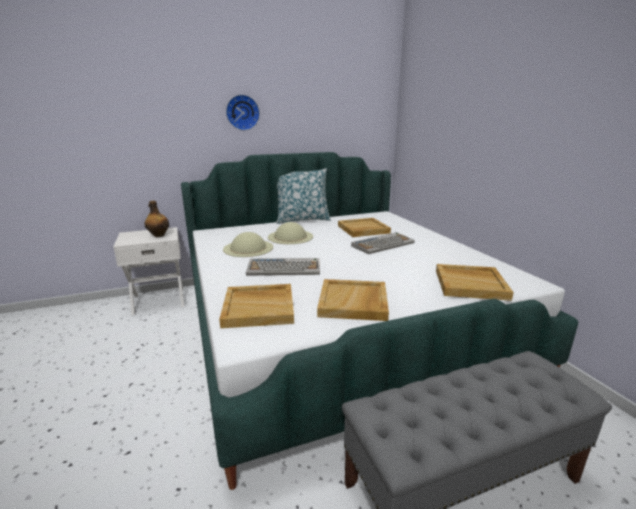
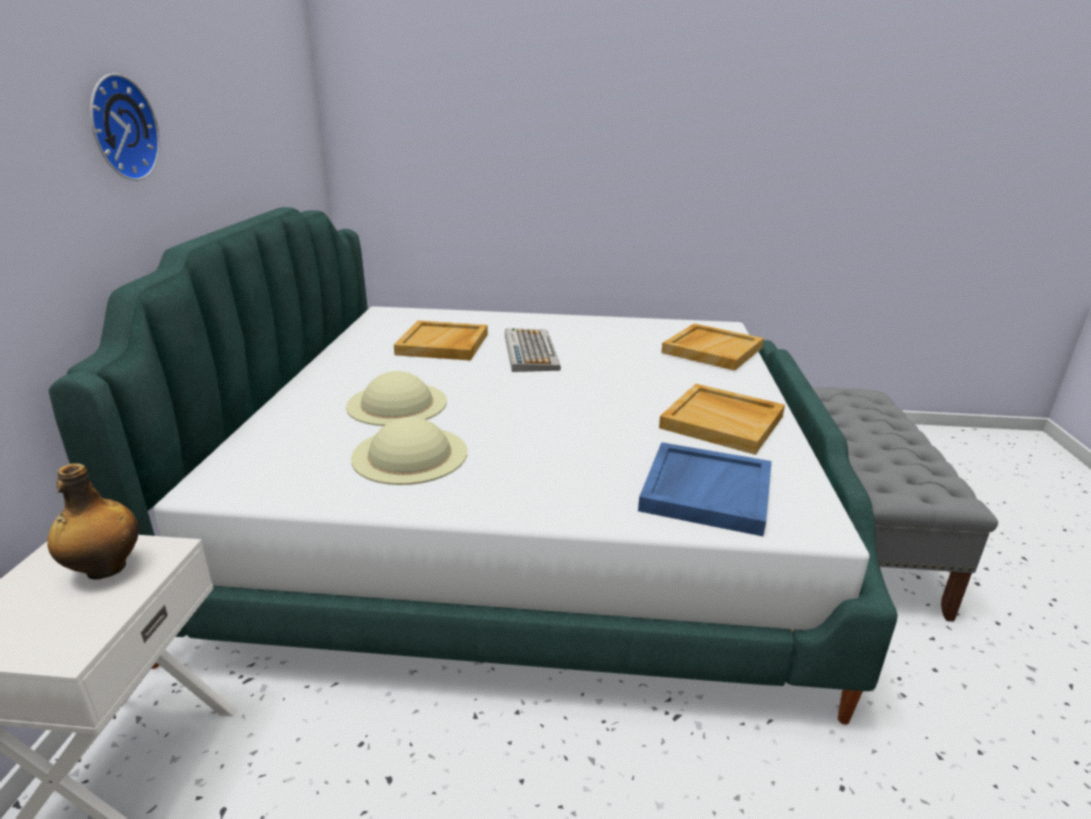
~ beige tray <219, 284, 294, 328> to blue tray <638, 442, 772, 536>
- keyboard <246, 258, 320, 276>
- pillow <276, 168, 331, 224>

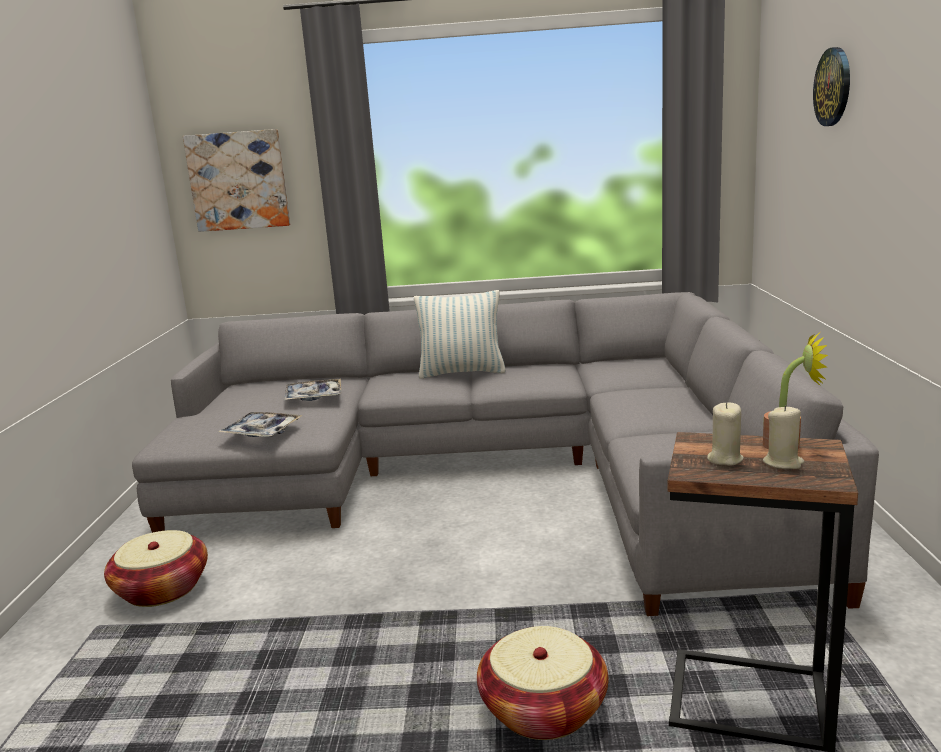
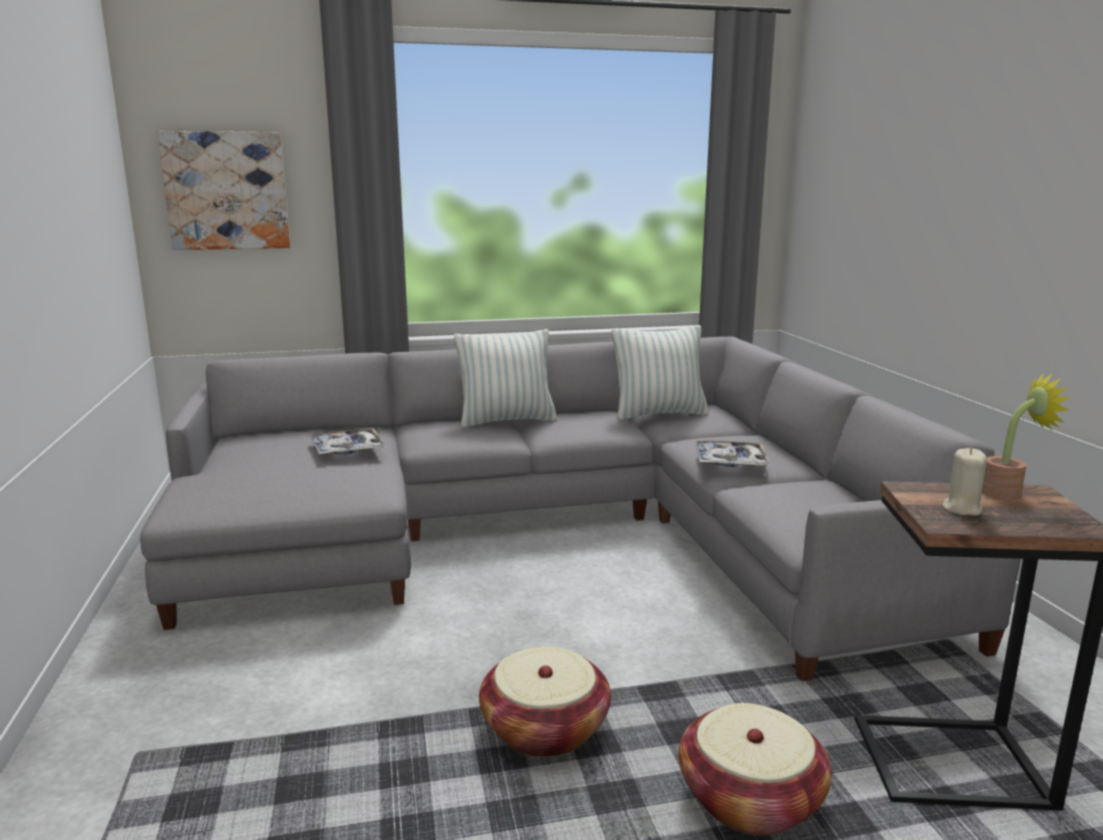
~ basket <104, 530, 208, 607> to <479, 647, 611, 757>
+ pillow <611, 325, 709, 420>
~ tray <218, 412, 303, 437> to <695, 441, 771, 467>
- beige candle <763, 405, 804, 469>
- wall clock <813, 47, 850, 126>

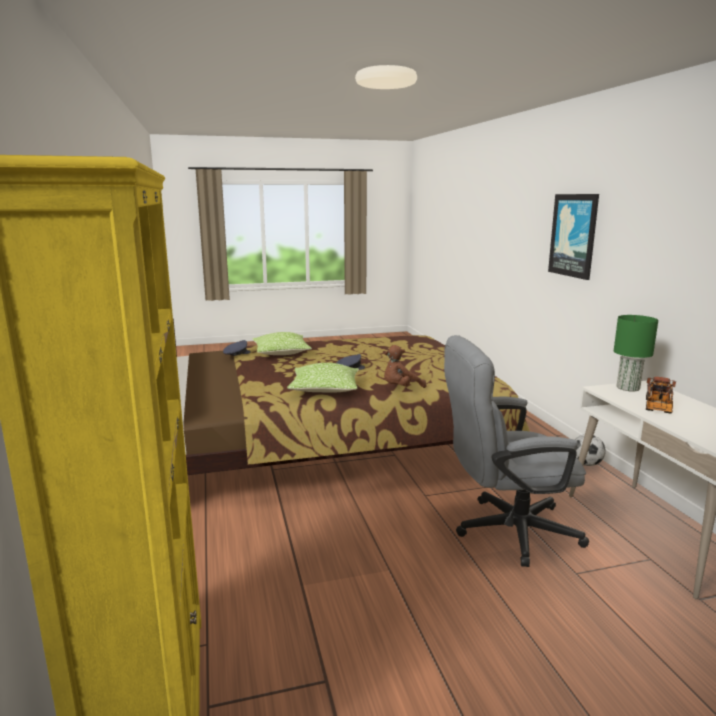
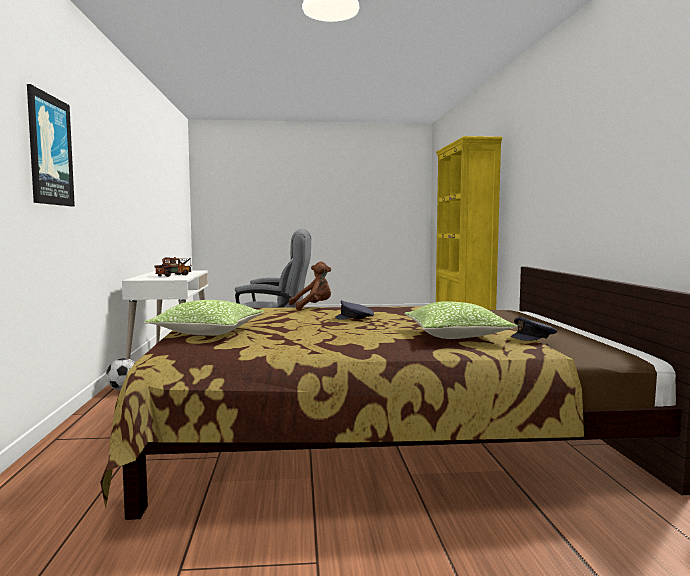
~ pillow <287, 363, 359, 393> to <144, 300, 263, 336>
- green table lamp <614, 315, 658, 392>

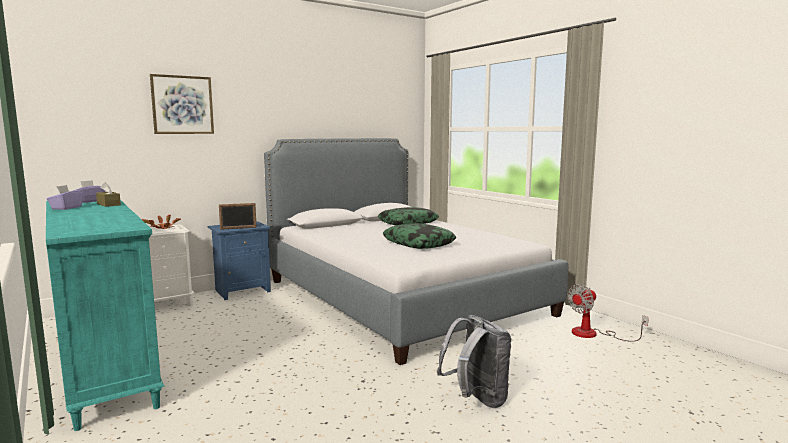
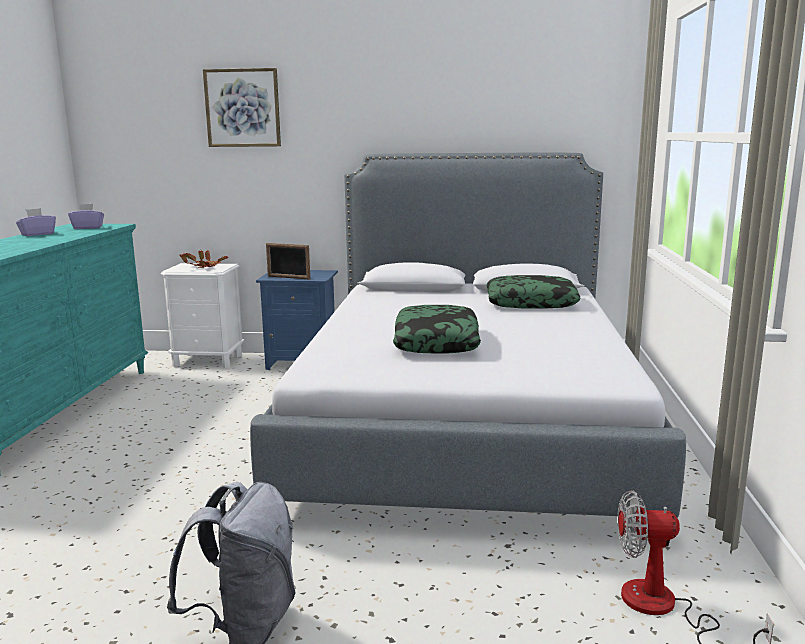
- brown tissue box <96, 182, 121, 207>

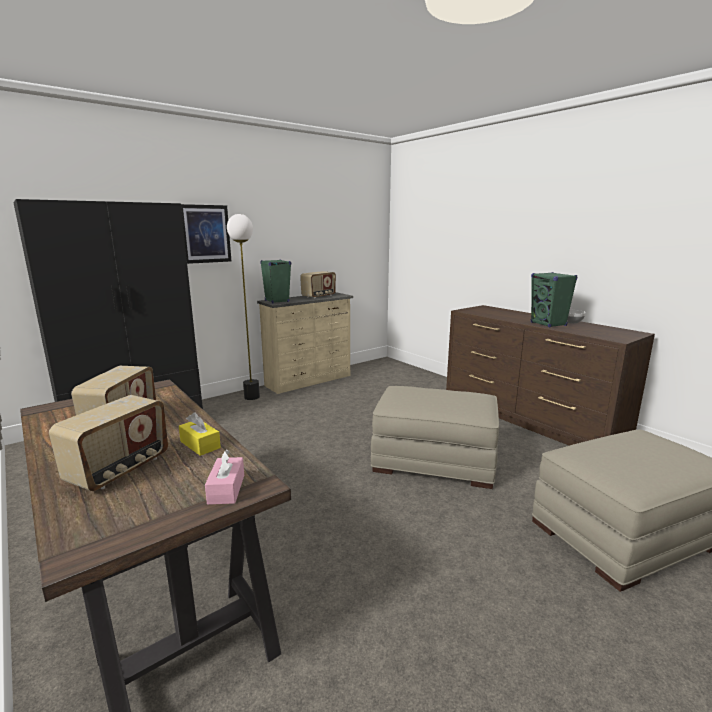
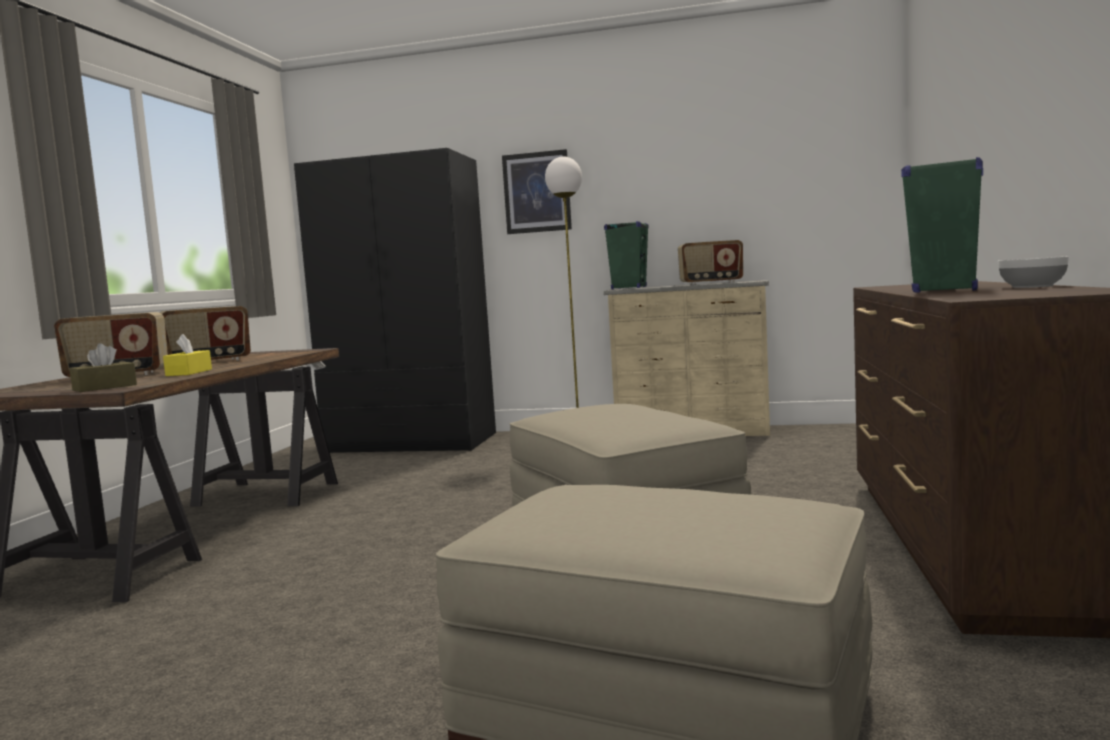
~ pink tissue box <205, 450, 244, 505> to brown tissue box <69, 343, 137, 392>

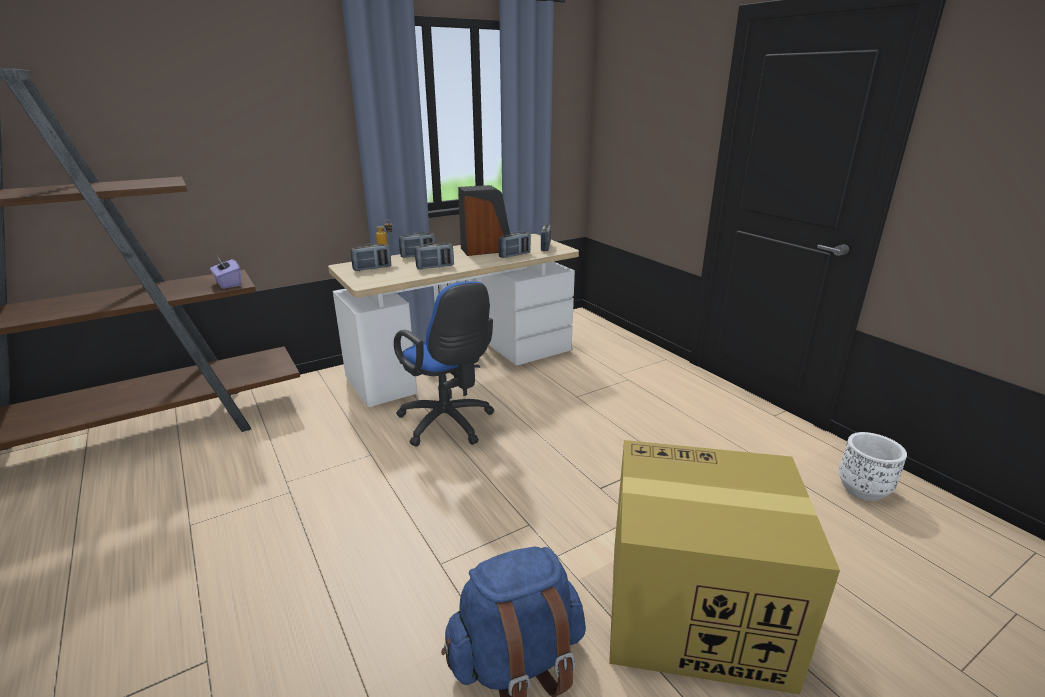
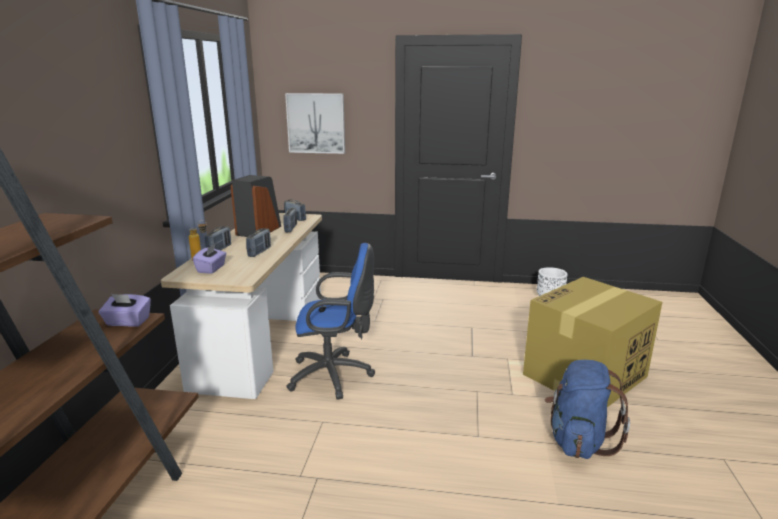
~ radio <350, 243, 391, 271> to purple tissue box <193, 244, 226, 274>
+ picture <285, 93, 345, 154>

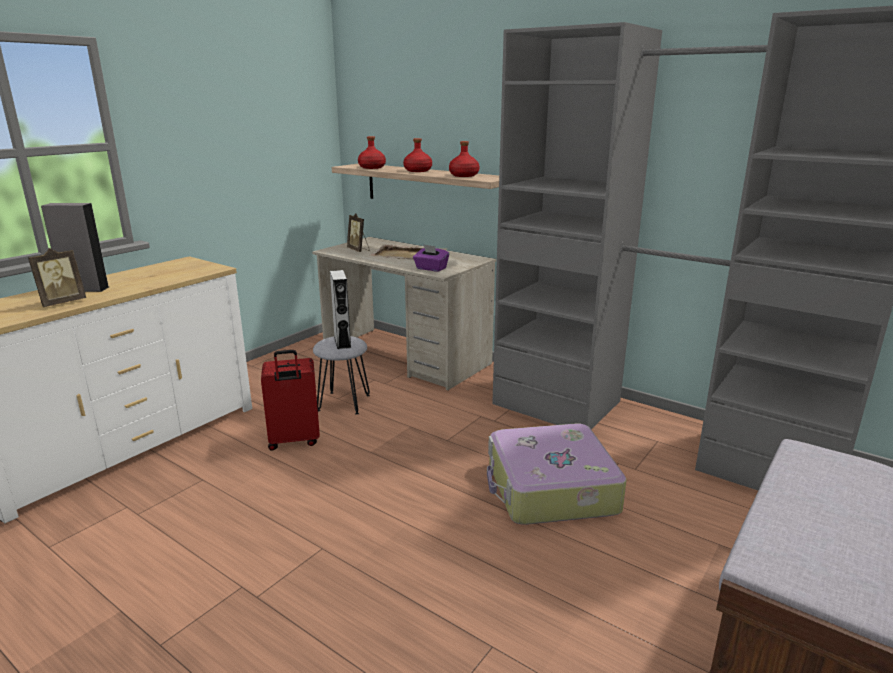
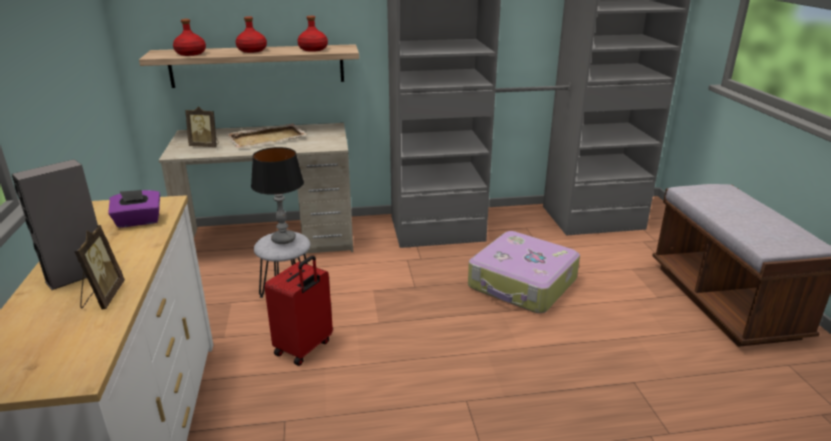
~ purple tissue box <413, 244, 449, 272> to <108, 190, 160, 228>
~ grey speaker <330, 270, 351, 349> to table lamp <251, 147, 304, 244>

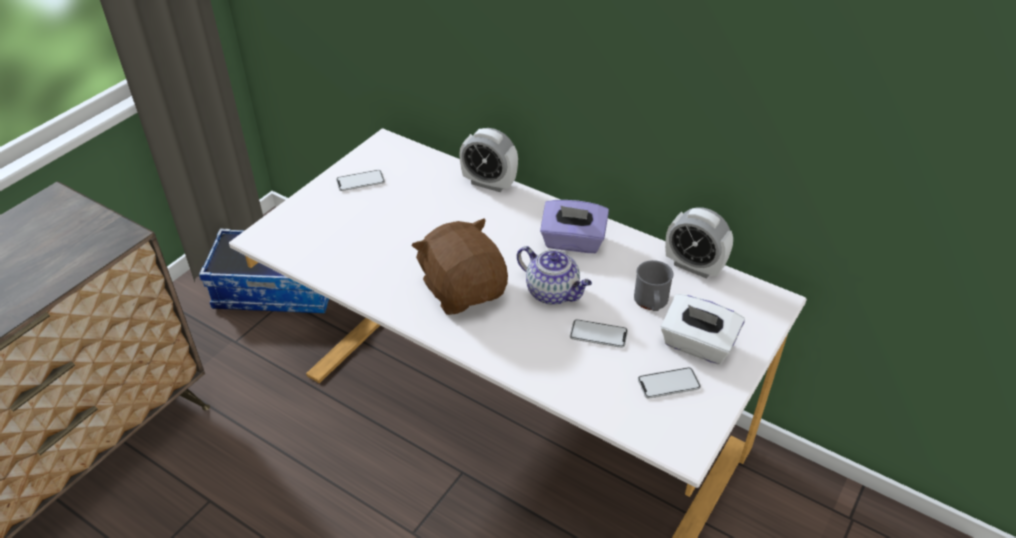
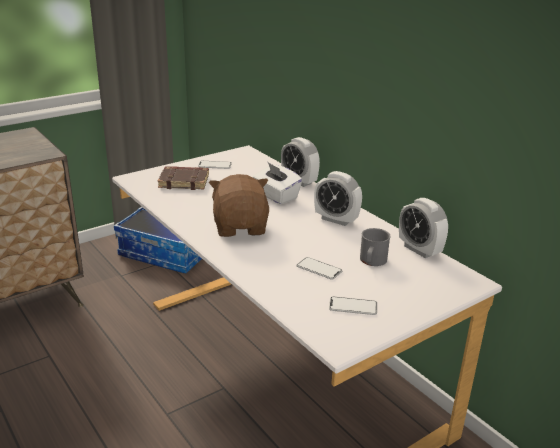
+ brown book <158, 166, 209, 190>
~ white tissue box <661, 294, 745, 365> to <253, 162, 302, 204>
~ purple tissue box <540, 200, 609, 253> to alarm clock <314, 171, 362, 226>
- teapot <517, 246, 592, 305>

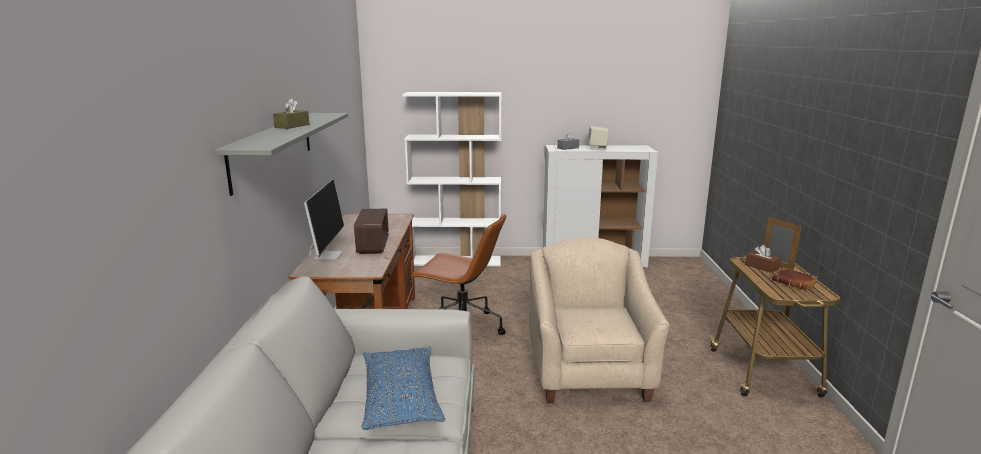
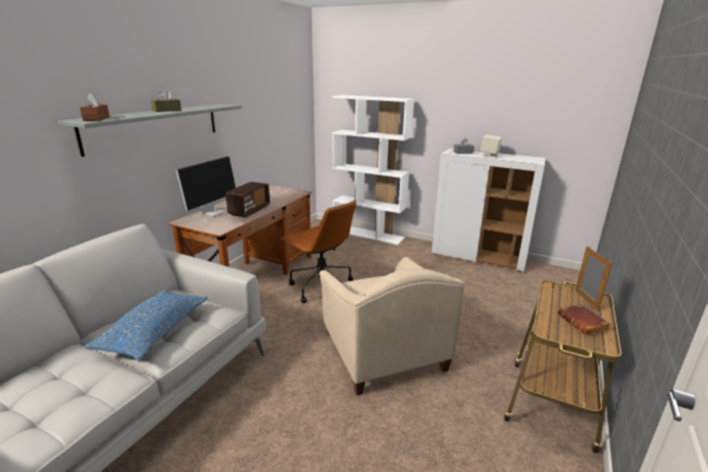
~ brown tissue box <745, 245, 781, 273> to <80, 93, 110, 121>
~ beige armchair <529, 237, 670, 403> = <319, 257, 465, 395> 135 degrees clockwise

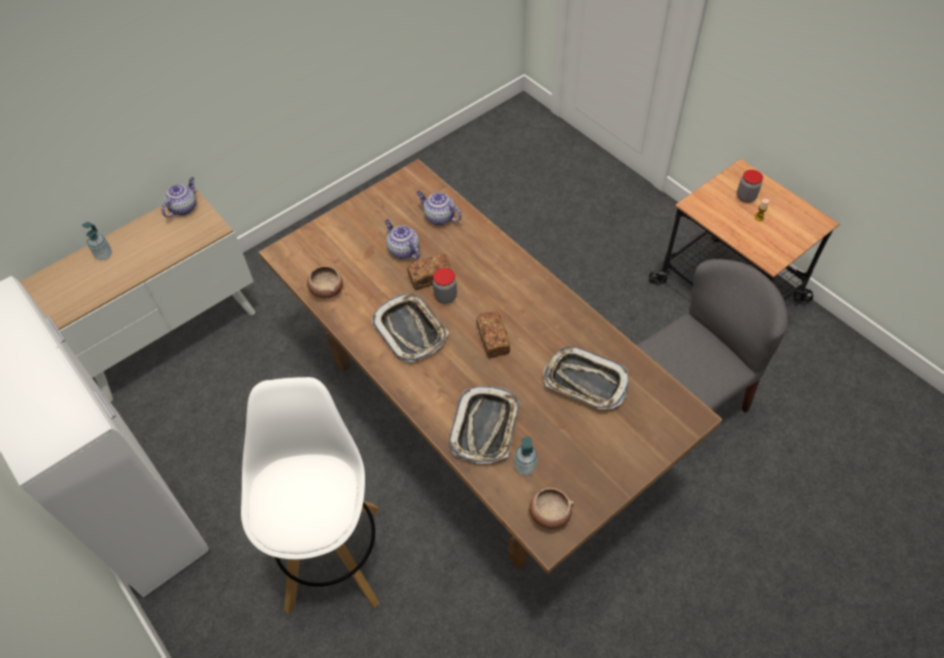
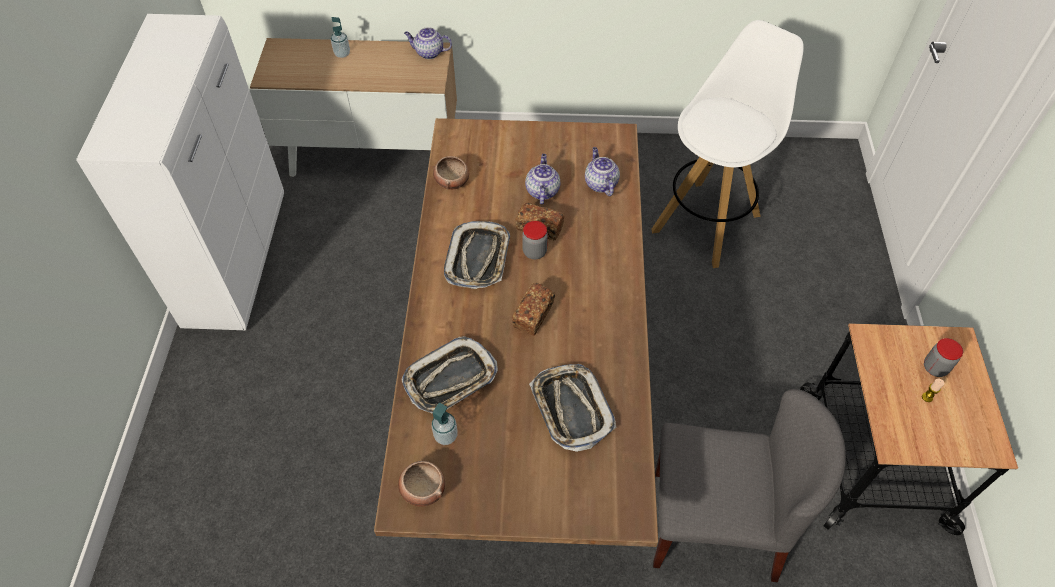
~ teapot <161, 177, 197, 217> = <404, 27, 452, 59> 150 degrees counterclockwise
~ white stool <241, 377, 380, 615> to <651, 20, 804, 268>

